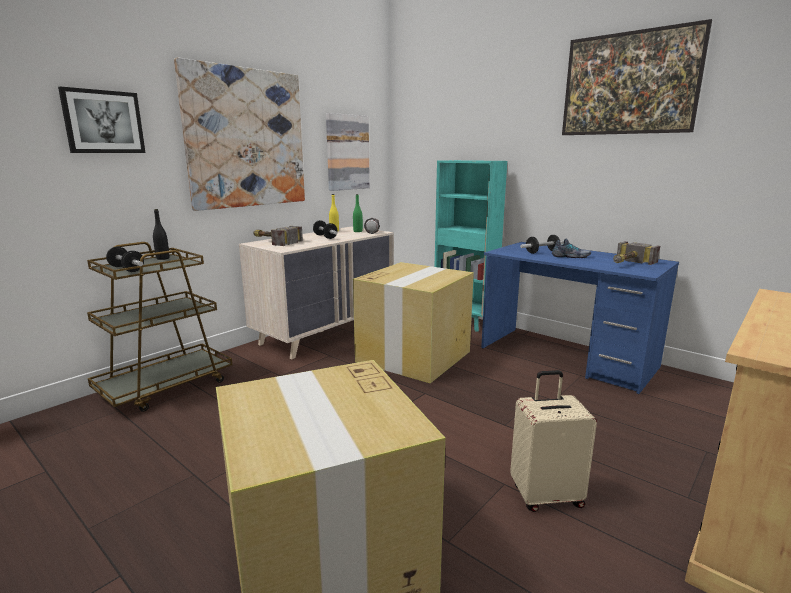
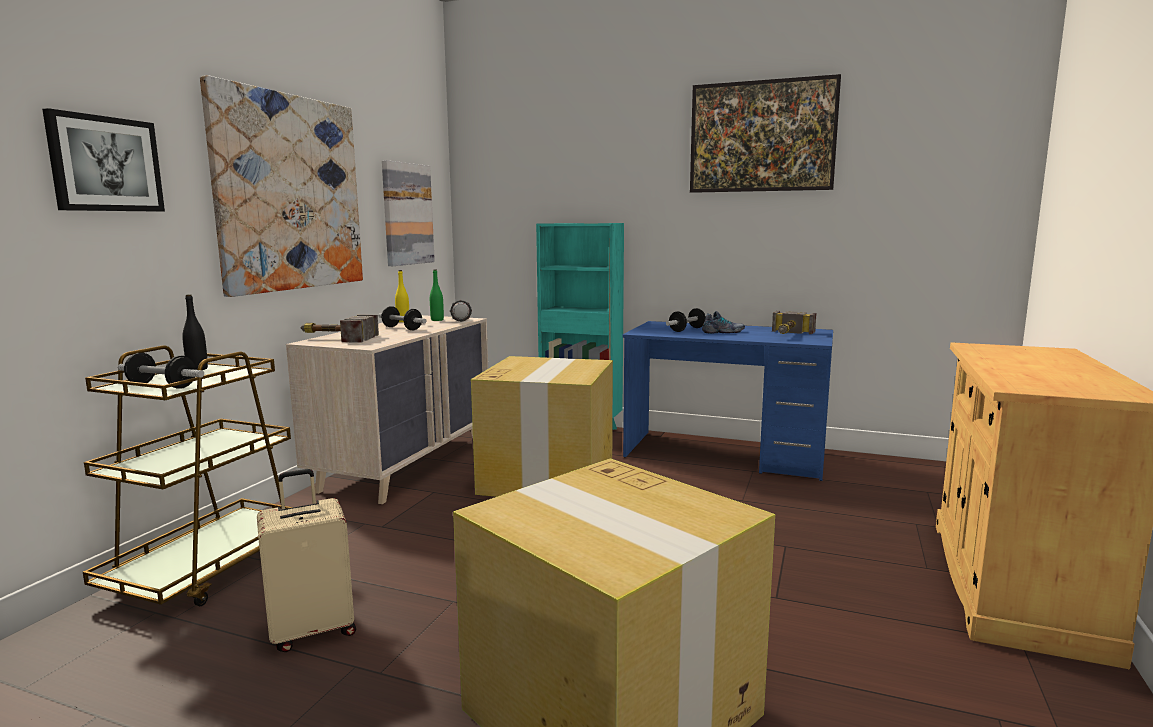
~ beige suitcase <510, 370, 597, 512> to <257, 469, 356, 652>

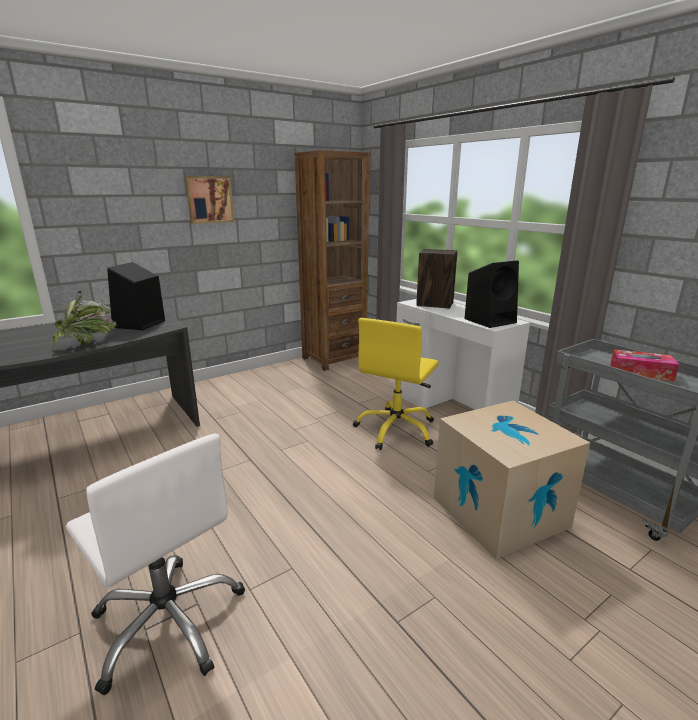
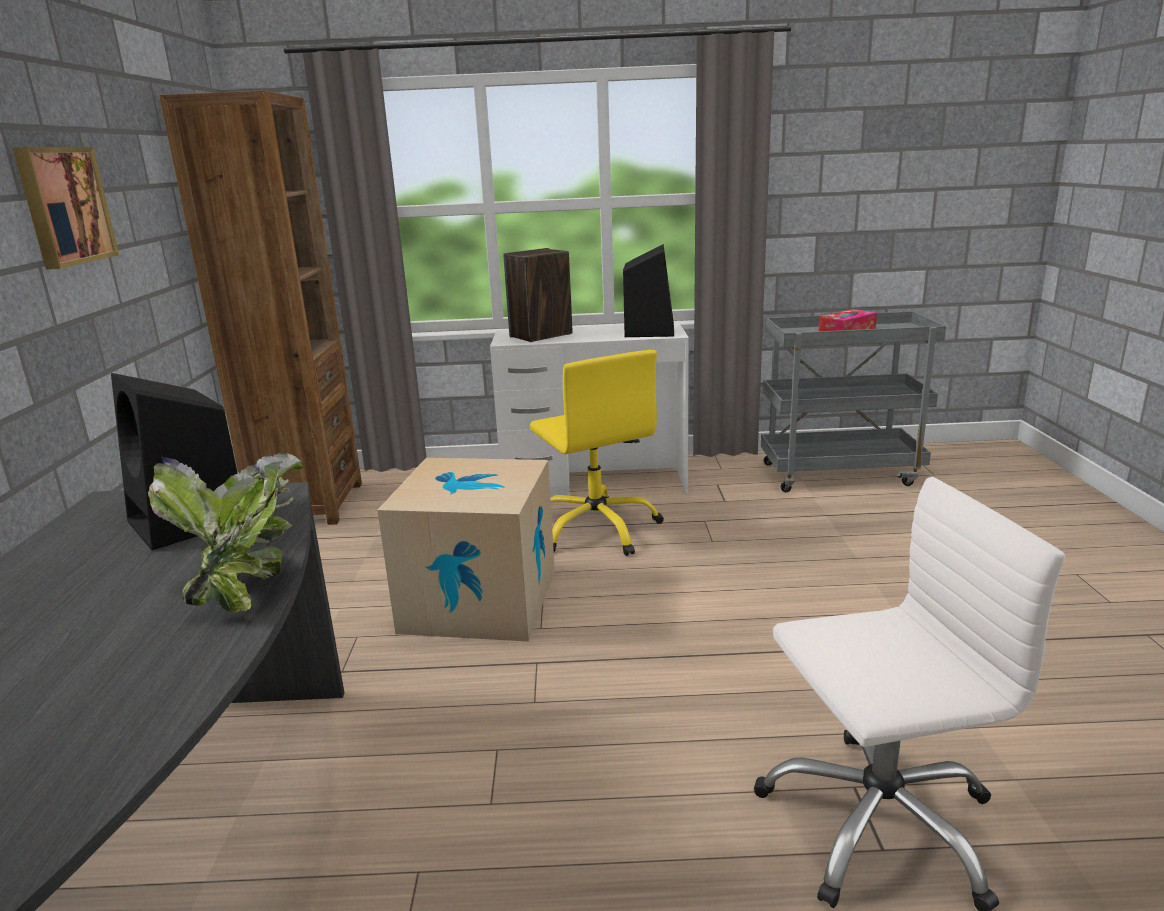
~ cardboard box <434, 401, 590, 559> to <377, 458, 555, 642>

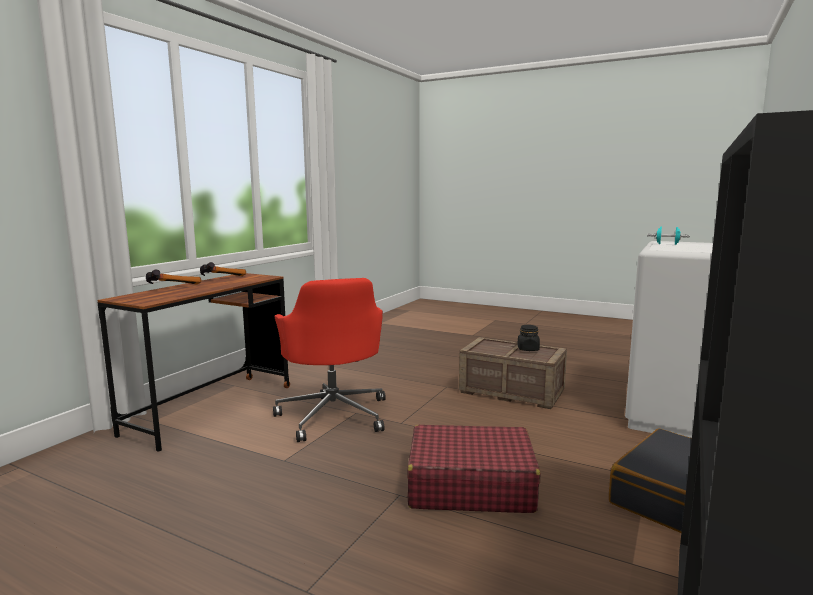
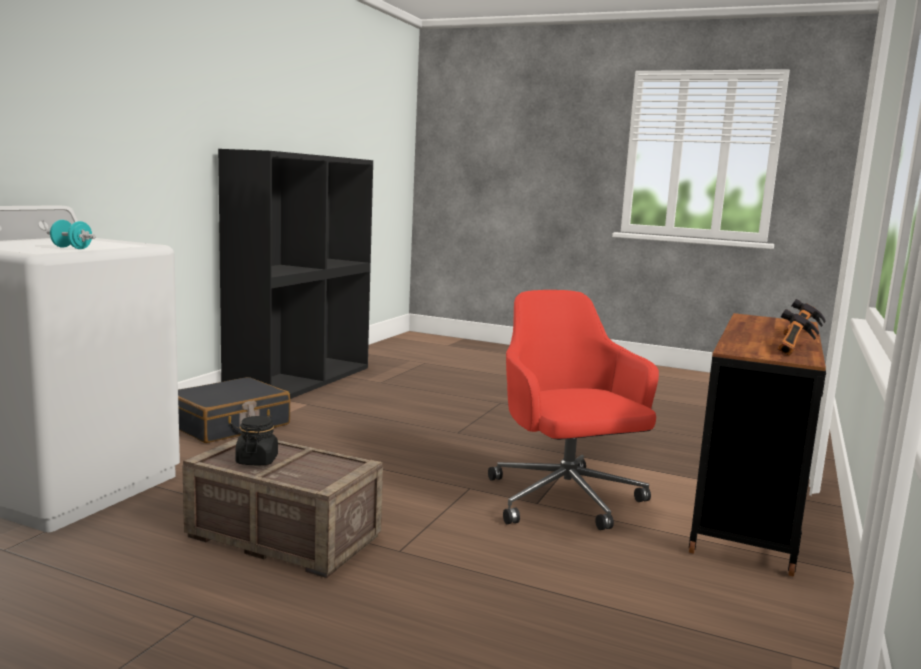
- red suitcase <407, 425, 540, 513>

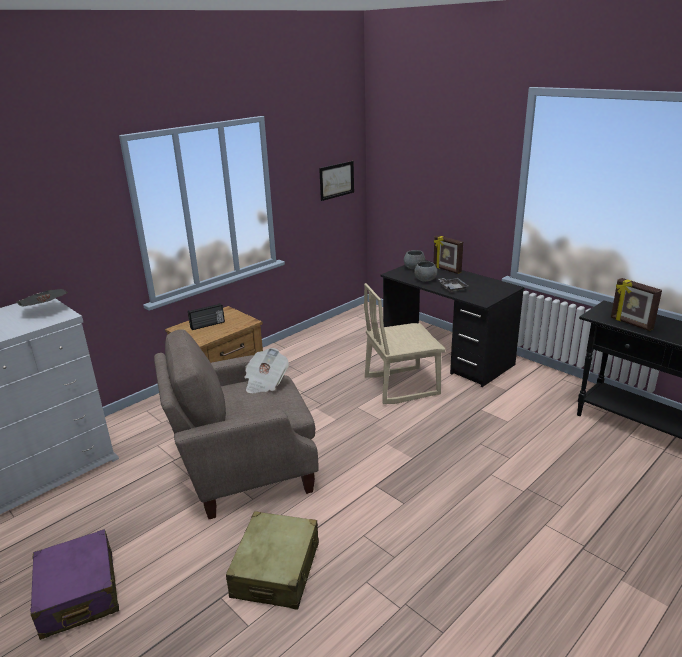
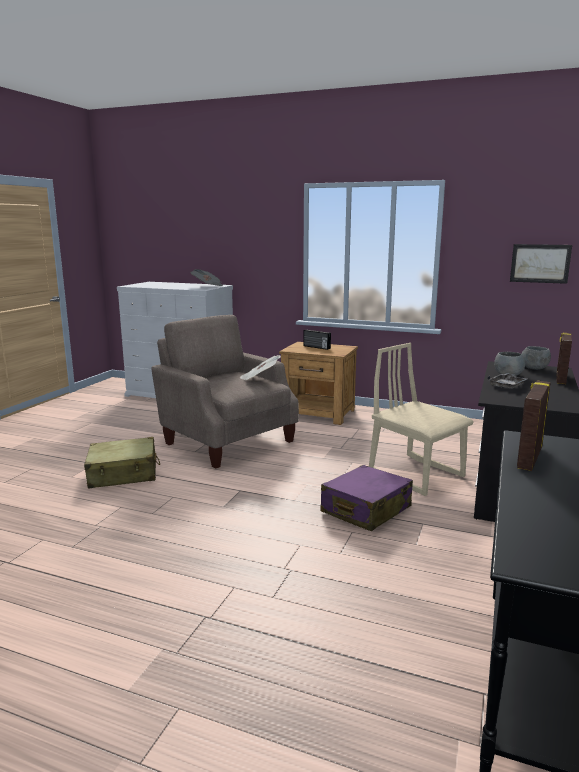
~ purple suitcase <30, 529, 119, 640> to <320, 465, 413, 531>

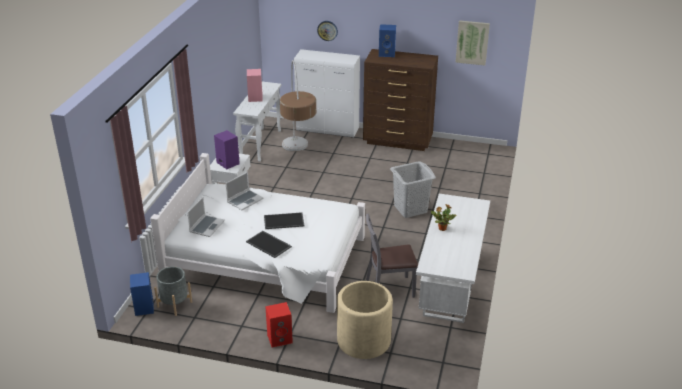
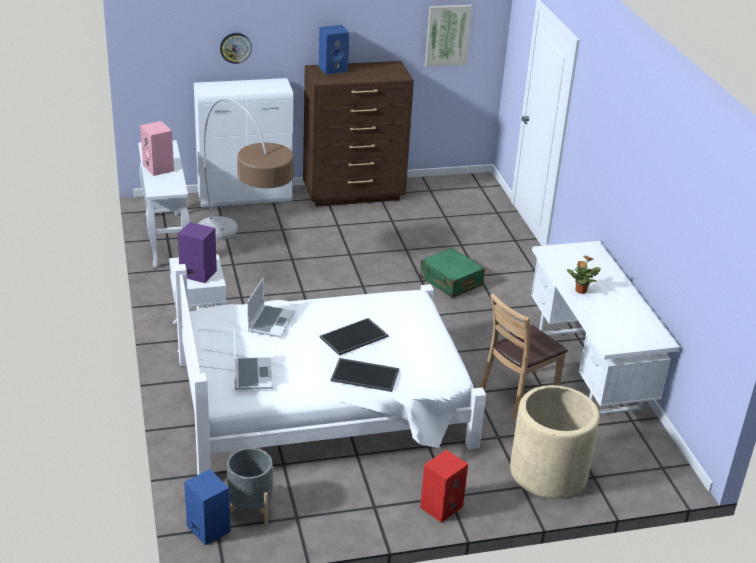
~ grey laundry basket <390, 161, 436, 218> to green suitcase <420, 248, 485, 298>
~ grey chair <366, 214, 418, 298> to brown chair <480, 293, 568, 419>

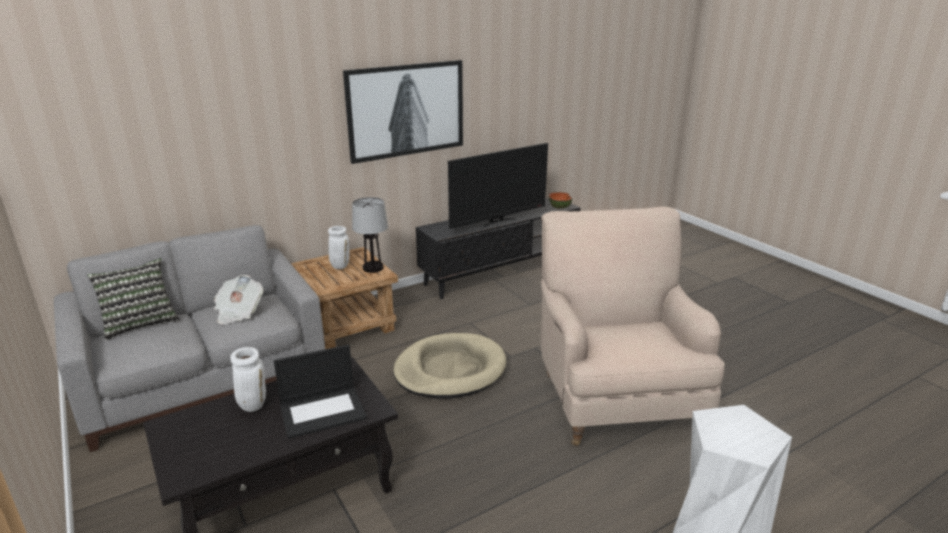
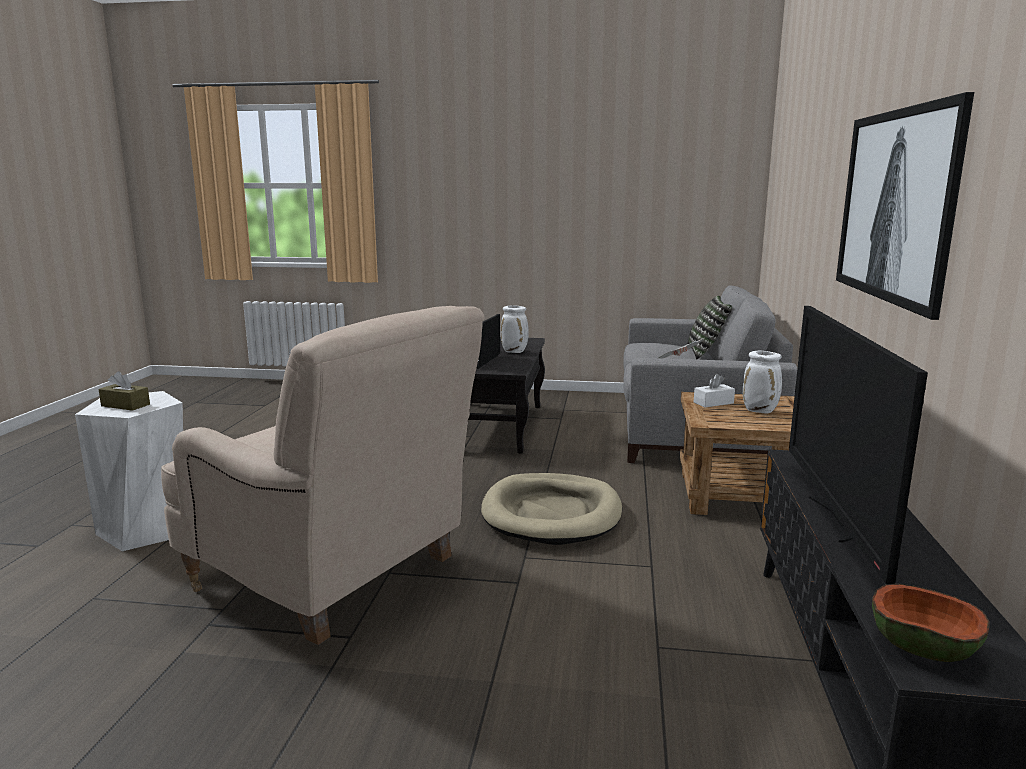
+ brown tissue box <99, 371, 150, 411>
+ white tissue box <694, 374, 735, 407>
- table lamp <352, 197, 388, 273>

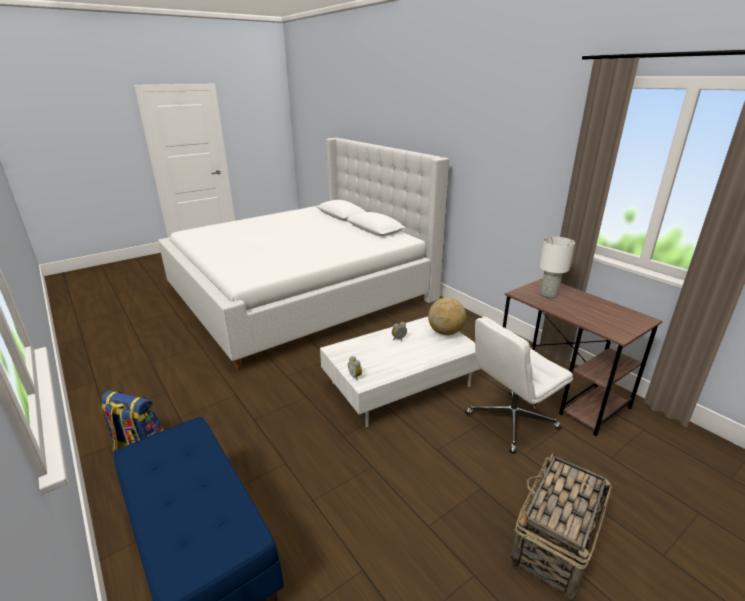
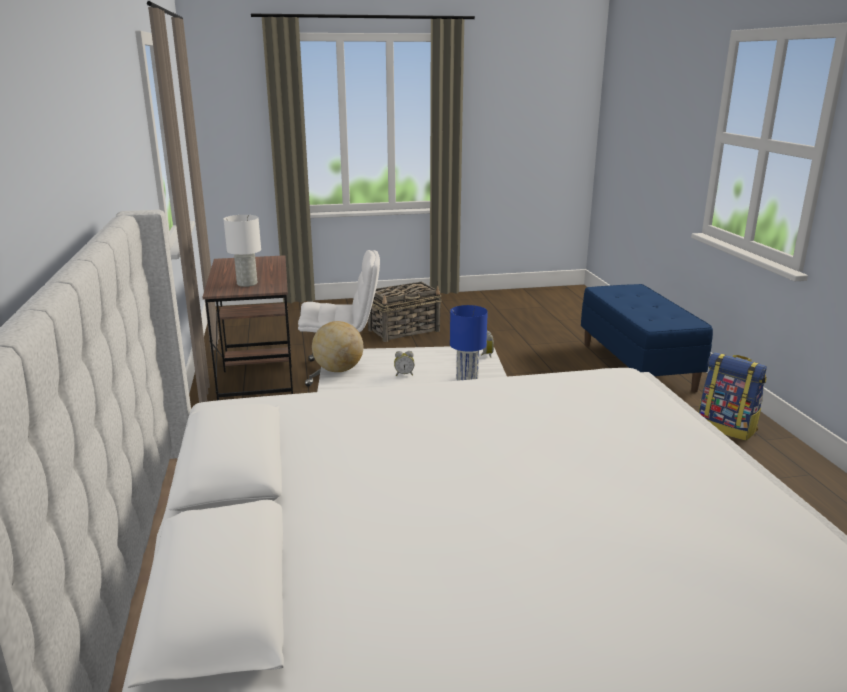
+ blue table lamp <450, 305, 488, 381>

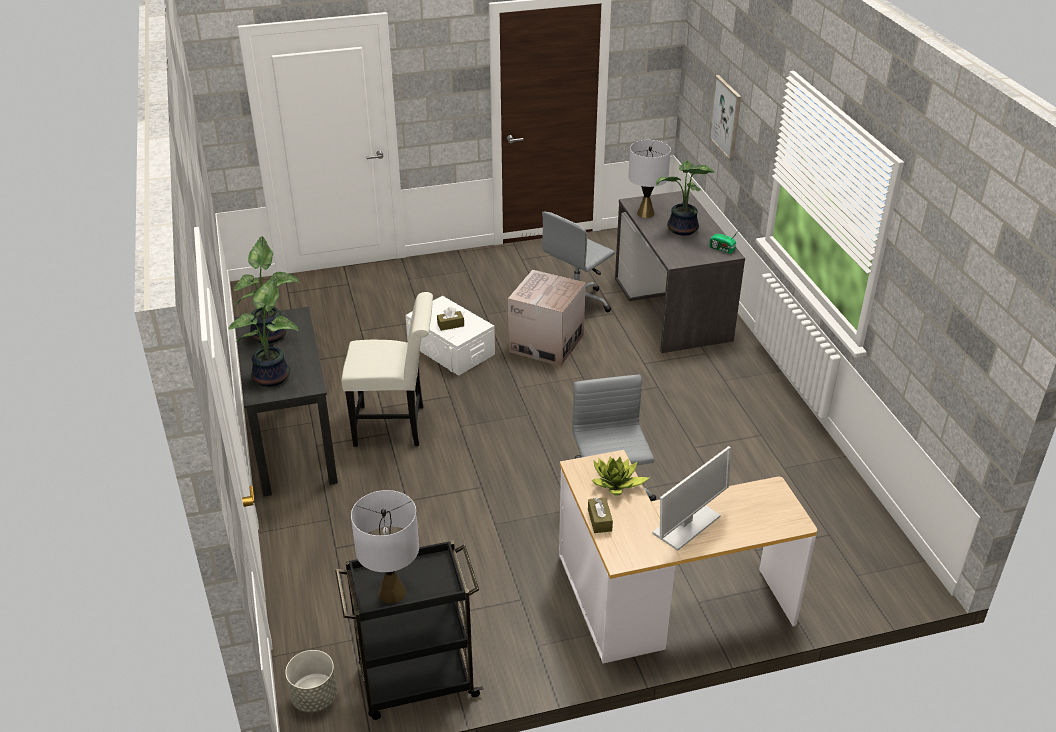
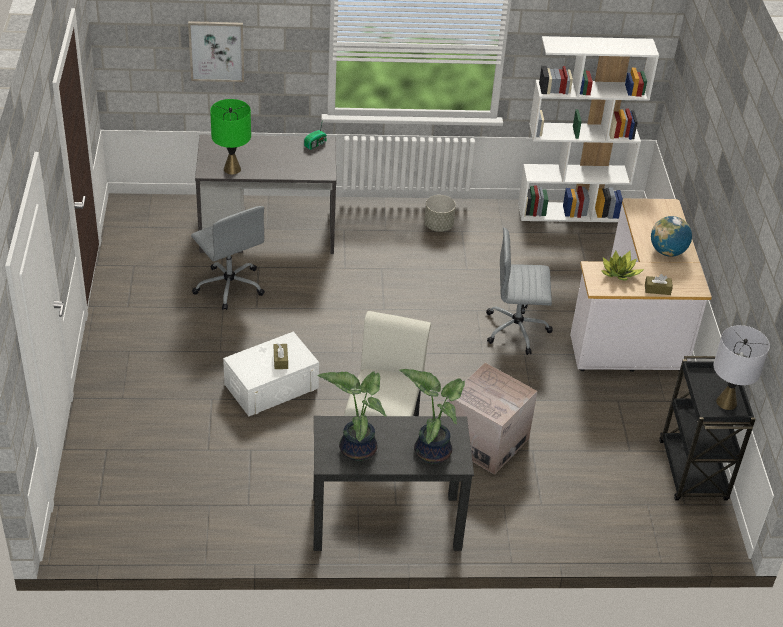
~ grey table lamp <628, 140, 671, 218> to green table lamp <210, 99, 251, 174>
~ grey planter <285, 650, 337, 712> to <424, 195, 456, 232>
~ cardboard box <508, 270, 586, 366> to <447, 363, 537, 475>
+ white bookcase <518, 36, 659, 222>
~ monitor <652, 446, 731, 551> to globe <651, 216, 692, 257>
- potted plant <656, 160, 714, 236>

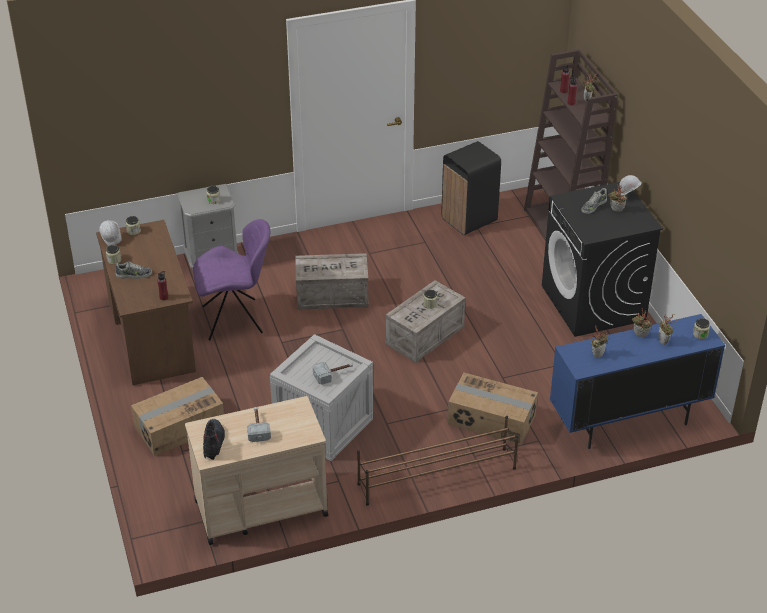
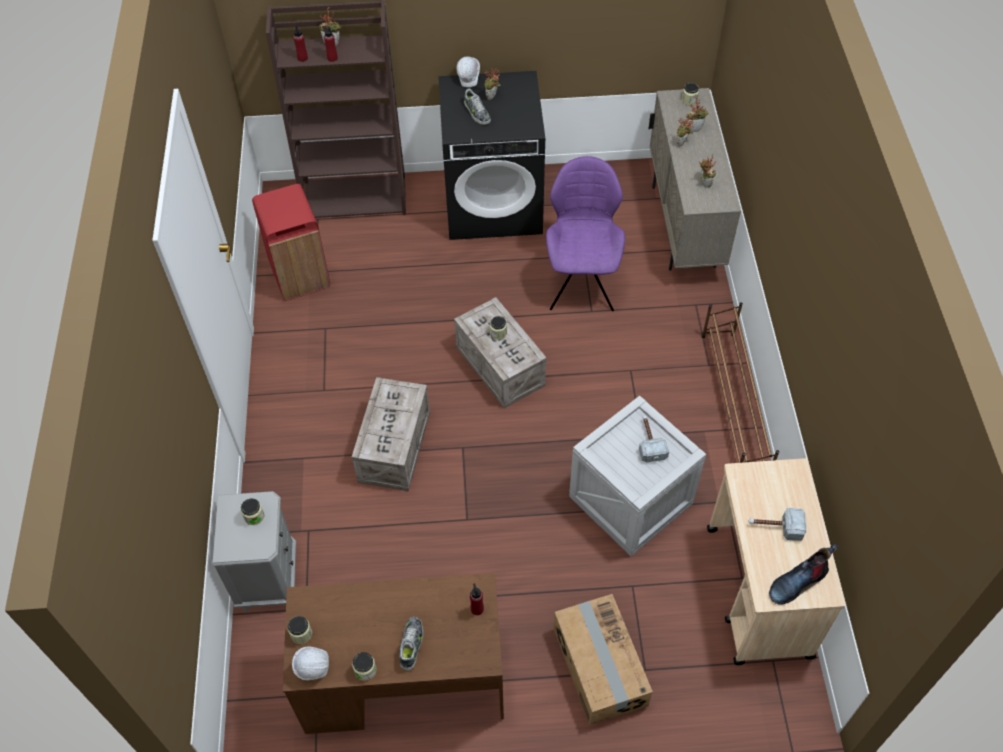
~ black trash can <441, 141, 501, 235> to red trash can <252, 184, 330, 301>
~ purple chair <193, 219, 270, 341> to <546, 156, 625, 311>
~ blue cabinet <550, 314, 725, 449> to beige cabinet <649, 88, 741, 271>
~ boot <203, 419, 225, 460> = <769, 544, 838, 605> 45 degrees counterclockwise
- cardboard box <448, 373, 538, 445>

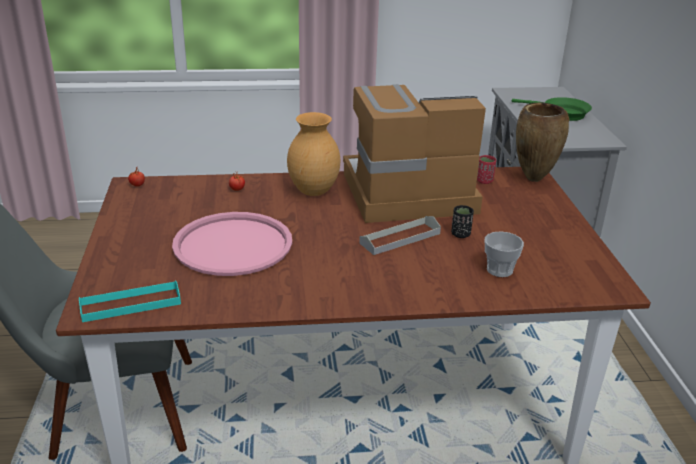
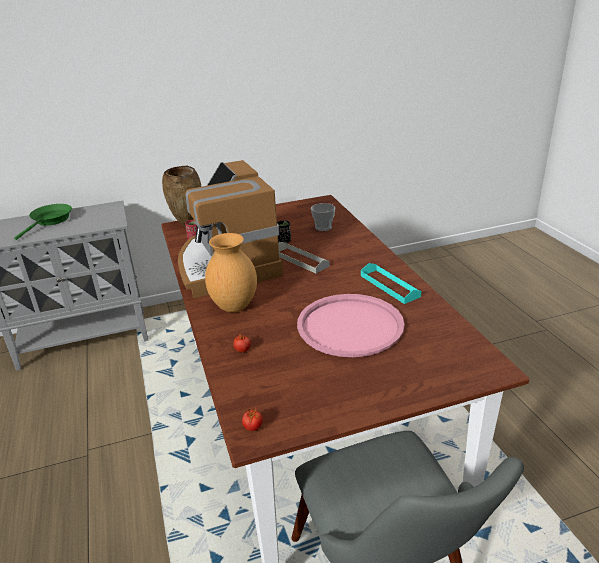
~ turquoise tray <79, 280, 181, 322> to <361, 263, 421, 304>

